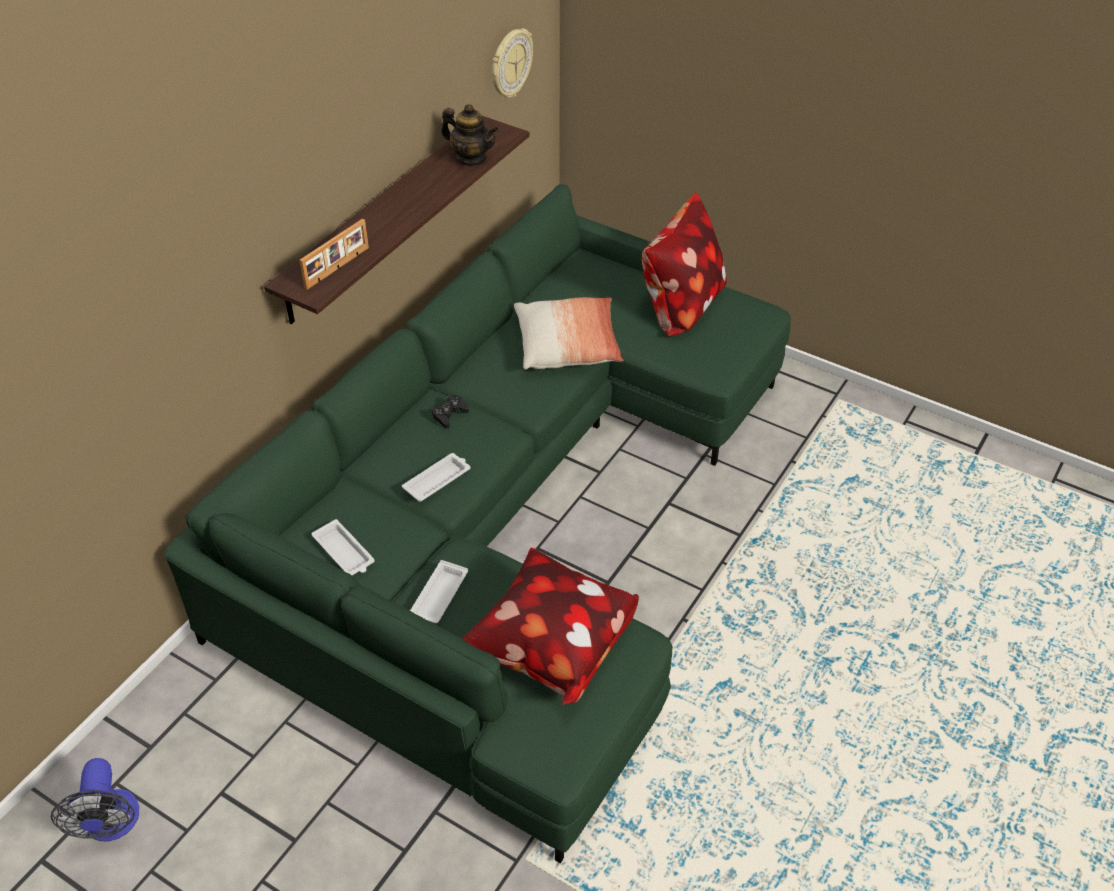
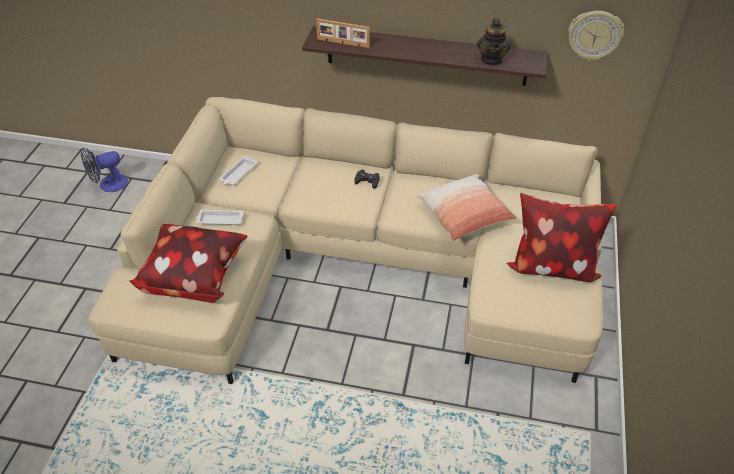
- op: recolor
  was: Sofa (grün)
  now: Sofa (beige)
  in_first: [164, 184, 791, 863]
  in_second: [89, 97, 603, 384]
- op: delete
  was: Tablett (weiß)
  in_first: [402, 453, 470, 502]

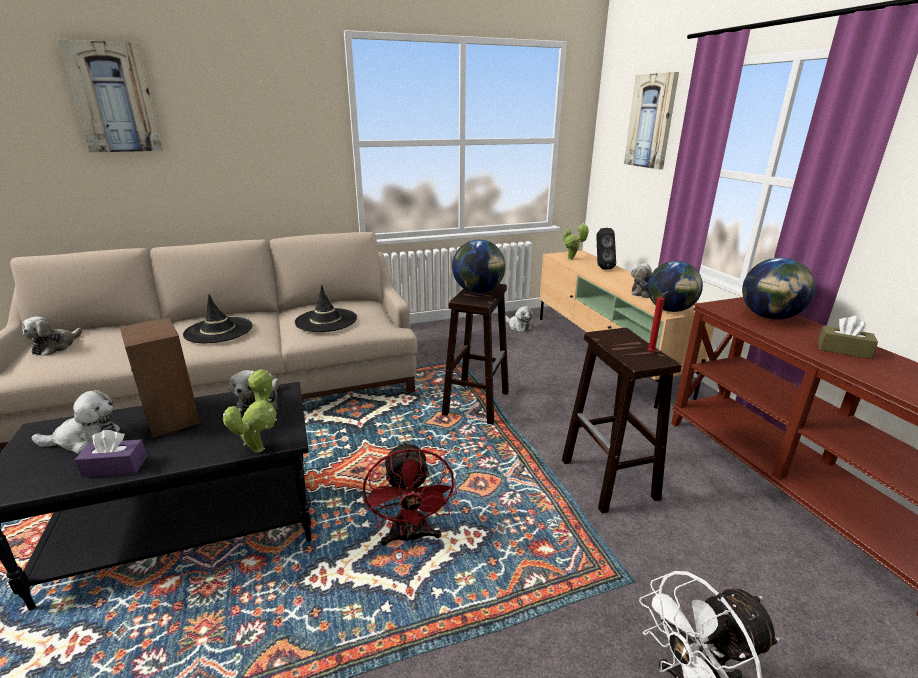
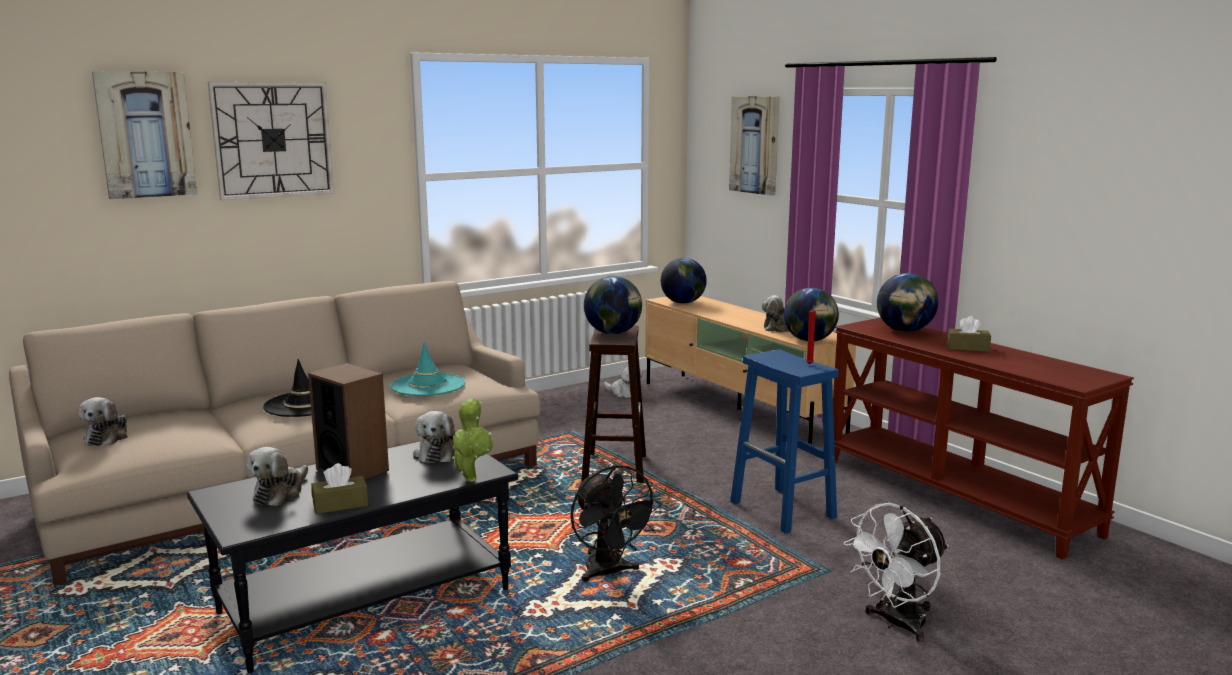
- op: replace
  was: Topfpflanze
  now: Globus
  in_first: [563, 223, 589, 260]
  in_second: [661, 258, 707, 304]
- op: delete
  was: Lautsprecher (schwarz)
  in_first: [596, 228, 616, 269]
- op: recolor
  was: Hut (schwarz)
  now: Hut (türkis)
  in_first: [295, 285, 357, 332]
  in_second: [391, 342, 465, 396]
- op: recolor
  was: Hocker (braun)
  now: Hocker (blau)
  in_first: [562, 328, 681, 513]
  in_second: [730, 350, 839, 534]
- op: rotate
  was: Plüschtier
  in_first: [31, 390, 120, 454]
  in_second: [247, 447, 308, 506]
  clockwise: 135
- op: recolor
  was: Taschentuchbox (lila)
  now: Taschentuchbox (braun)
  in_first: [75, 430, 147, 477]
  in_second: [311, 463, 368, 514]
- op: recolor
  was: Ventilator (rot)
  now: Ventilator (schwarz)
  in_first: [363, 441, 457, 546]
  in_second: [571, 465, 661, 582]
- op: insert
  now: Wanduhr
  in_second: [208, 82, 334, 200]

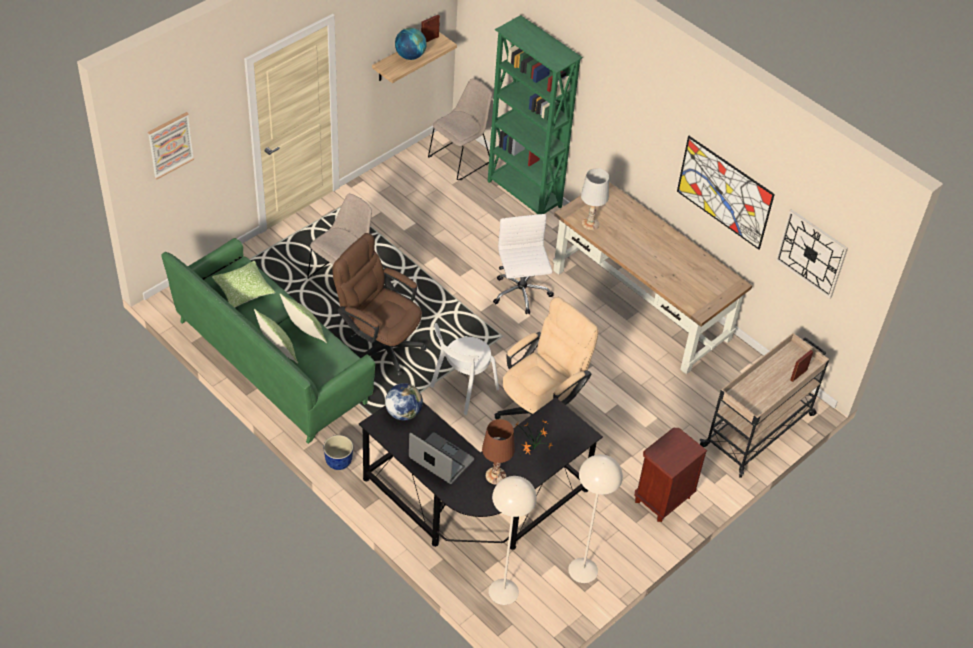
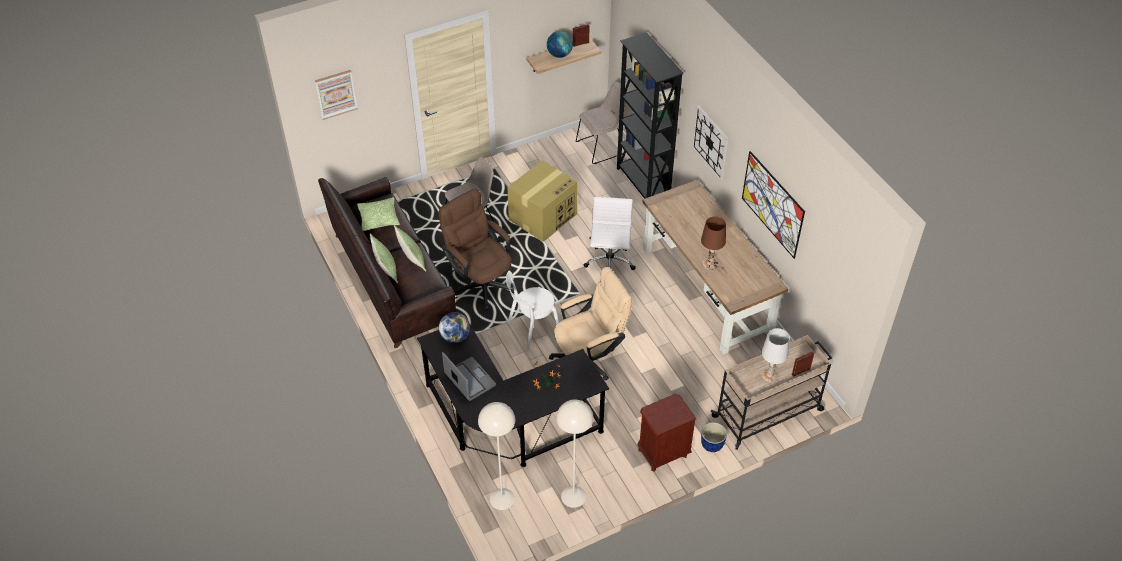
- op: recolor
  was: Bücherregal (grün)
  now: Bücherregal (schwarz)
  in_first: [488, 15, 583, 214]
  in_second: [617, 32, 684, 199]
- op: move
  was: Tischlampe (weiß)
  in_first: [581, 168, 609, 230]
  in_second: [761, 328, 790, 382]
- op: move
  was: Wanduhr
  in_first: [775, 209, 848, 299]
  in_second: [692, 105, 729, 181]
- op: recolor
  was: Sofa (grün)
  now: Sofa (braun)
  in_first: [161, 238, 375, 444]
  in_second: [318, 177, 456, 348]
- op: move
  was: Tischlampe (braun)
  in_first: [482, 419, 515, 485]
  in_second: [701, 217, 726, 270]
- op: move
  was: Pflanzkübel
  in_first: [323, 435, 353, 470]
  in_second: [701, 422, 727, 452]
- op: insert
  now: Karton
  in_second: [507, 160, 578, 242]

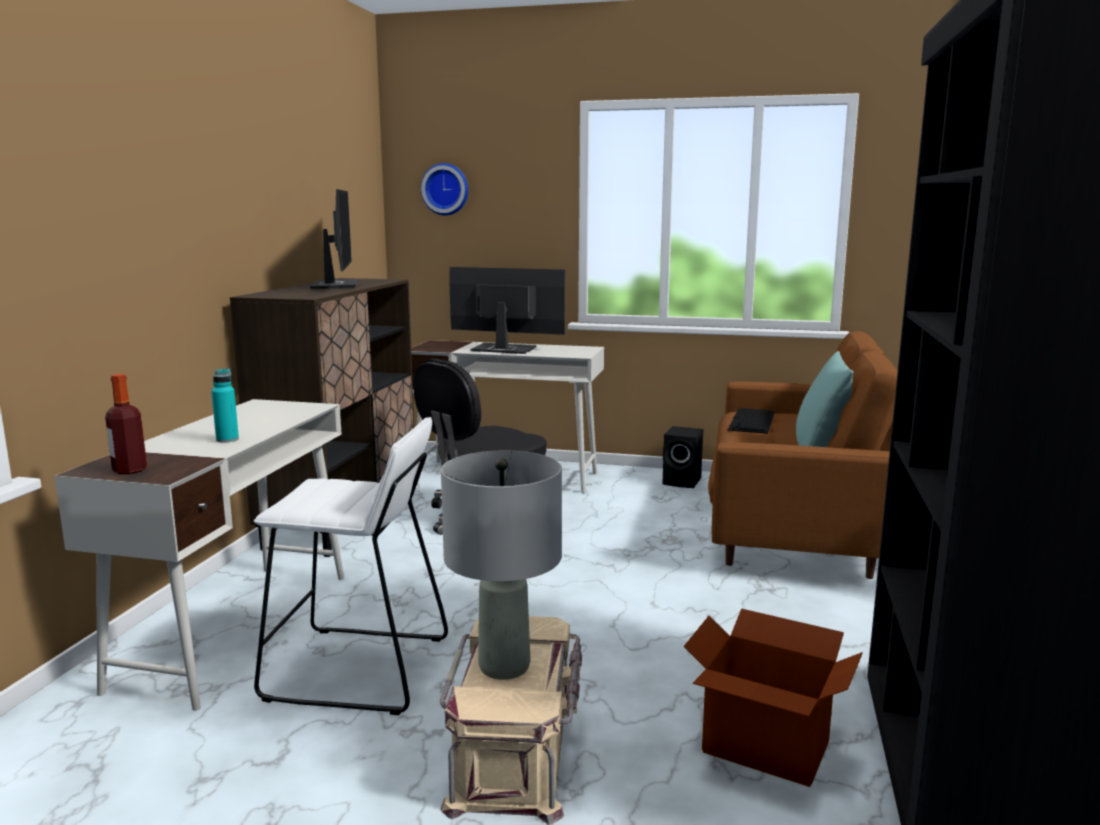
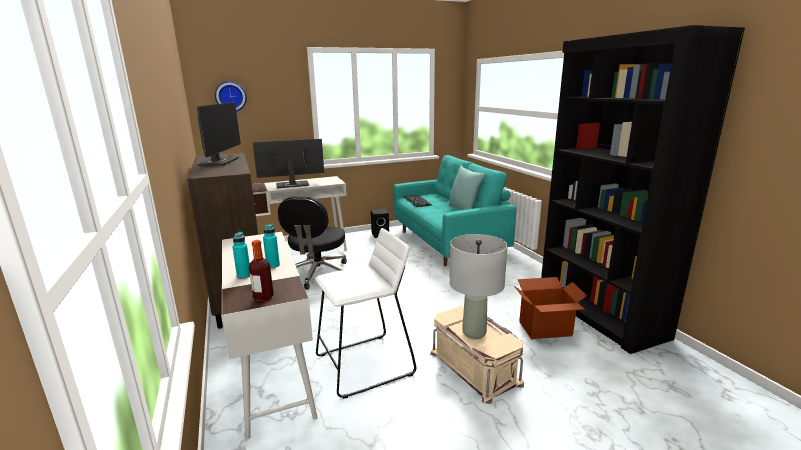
- op: rotate
  was: Monitor
  in_first: [310, 189, 359, 289]
  in_second: [197, 102, 241, 166]
  clockwise: 45
- op: recolor
  was: Sofa (braun)
  now: Sofa (türkis)
  in_first: [708, 331, 898, 579]
  in_second: [394, 155, 517, 266]
- op: insert
  now: Flasche (türkis)
  in_second: [232, 232, 250, 279]

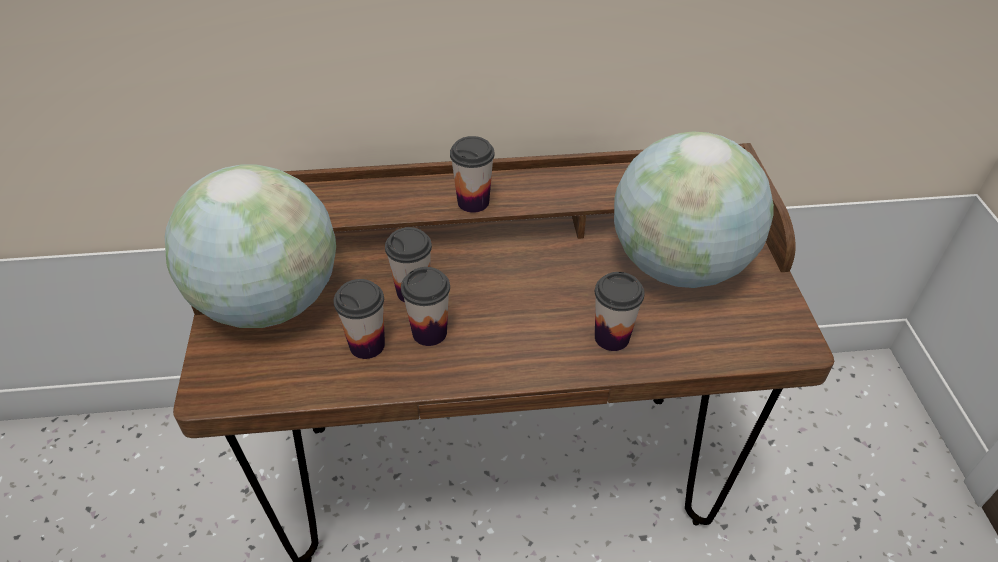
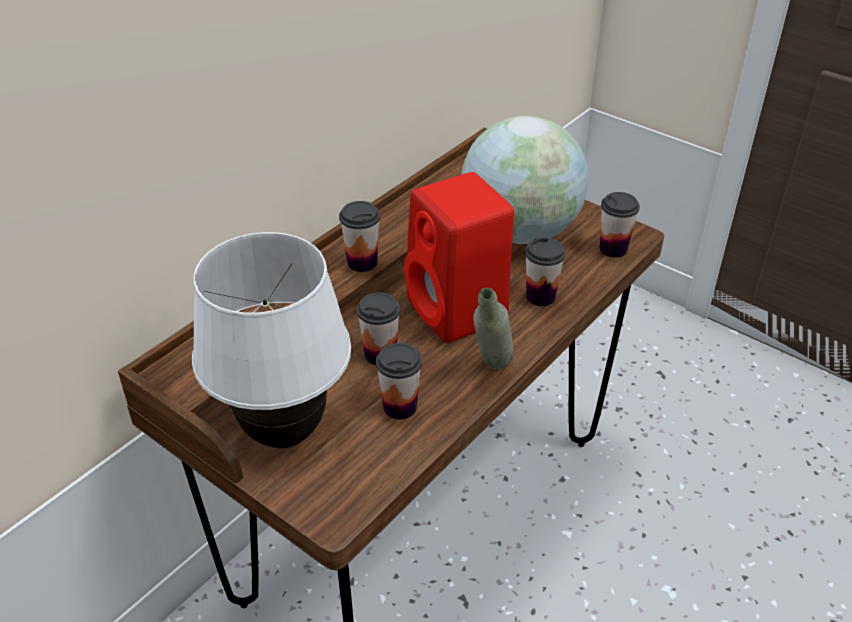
- op: replace
  was: Globus
  now: Tischlampe (weiß)
  in_first: [165, 165, 336, 328]
  in_second: [192, 232, 351, 448]
- op: move
  was: Tasse
  in_first: [401, 267, 450, 346]
  in_second: [599, 192, 640, 258]
- op: insert
  now: Lautsprecher (rot)
  in_second: [404, 172, 514, 343]
- op: insert
  now: Flasche (grau)
  in_second: [473, 288, 513, 369]

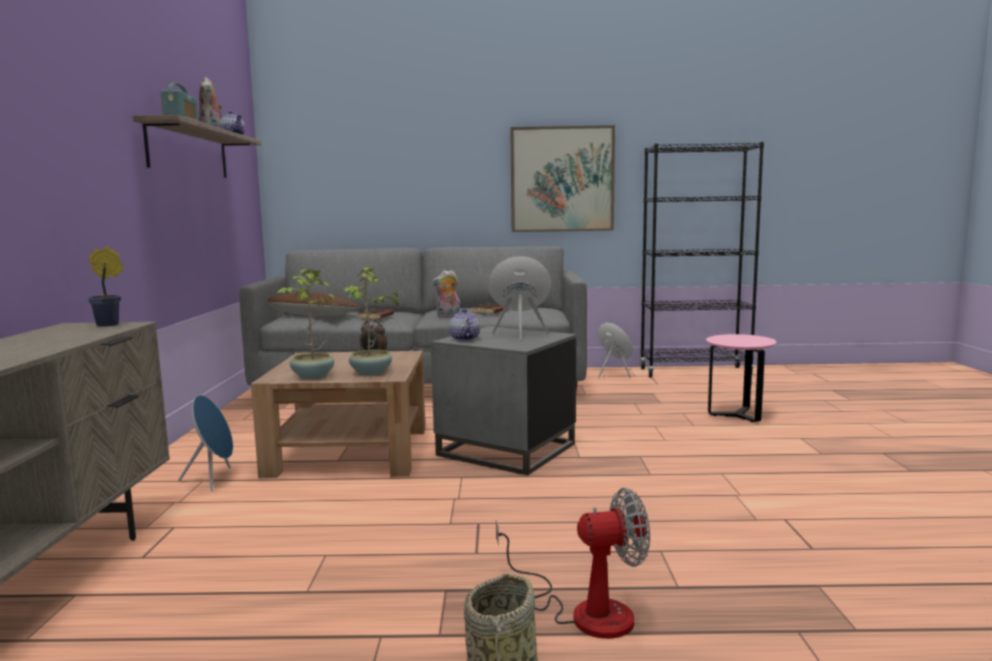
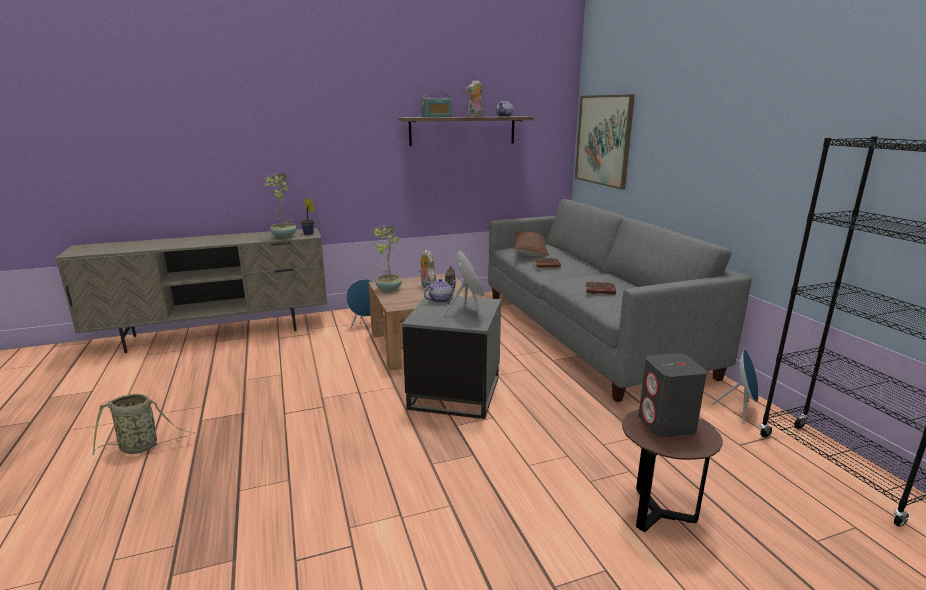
- op: move
  was: Bild
  in_first: [510, 125, 615, 232]
  in_second: [575, 94, 635, 190]
- op: move
  was: Topfpflanze
  in_first: [343, 268, 399, 375]
  in_second: [264, 173, 297, 238]
- op: move
  was: Plüschtier
  in_first: [432, 270, 460, 317]
  in_second: [419, 249, 437, 290]
- op: recolor
  was: Beistelltisch (rosa)
  now: Beistelltisch (braun)
  in_first: [706, 334, 777, 422]
  in_second: [622, 409, 723, 532]
- op: delete
  was: Ventilator
  in_first: [496, 488, 650, 639]
- op: insert
  now: Lautsprecher (grau)
  in_second: [638, 353, 707, 438]

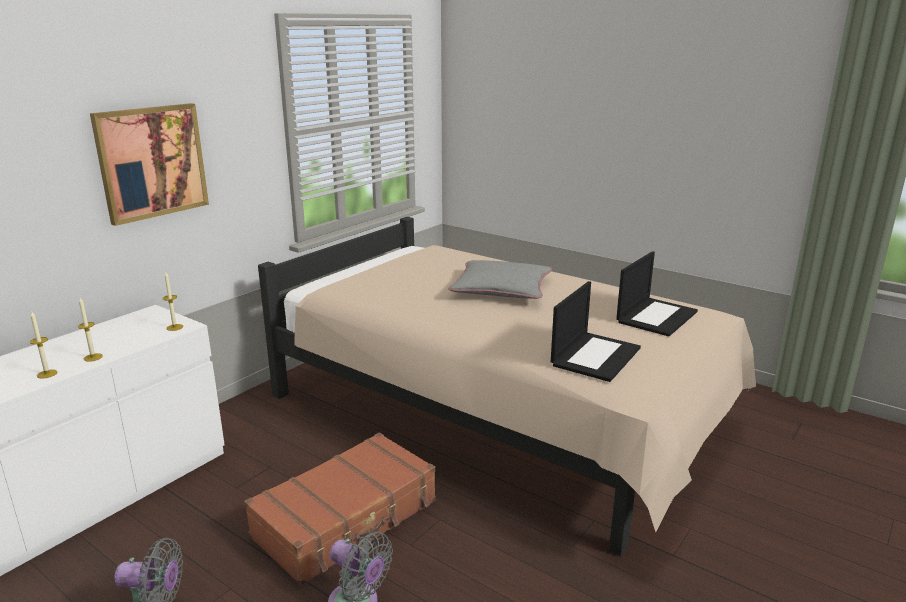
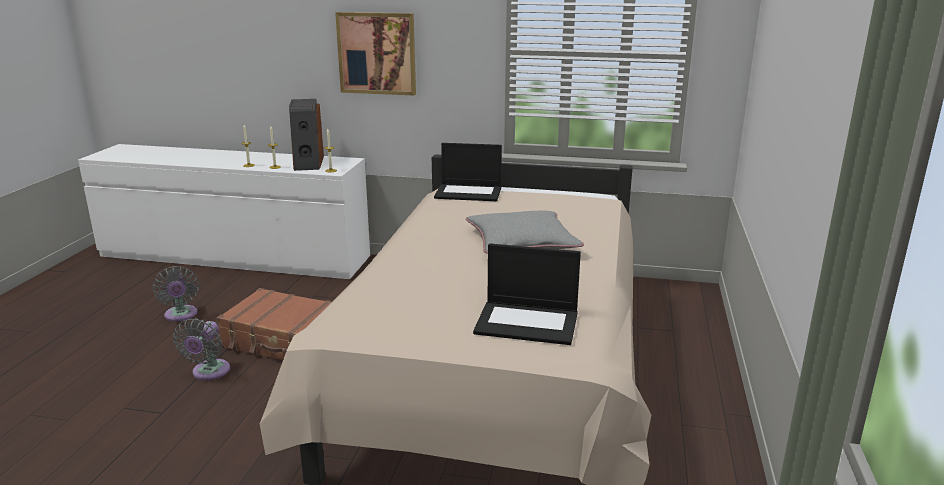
- op: move
  was: Laptop
  in_first: [551, 281, 641, 382]
  in_second: [434, 143, 502, 201]
- op: insert
  now: Lautsprecher
  in_second: [289, 99, 324, 171]

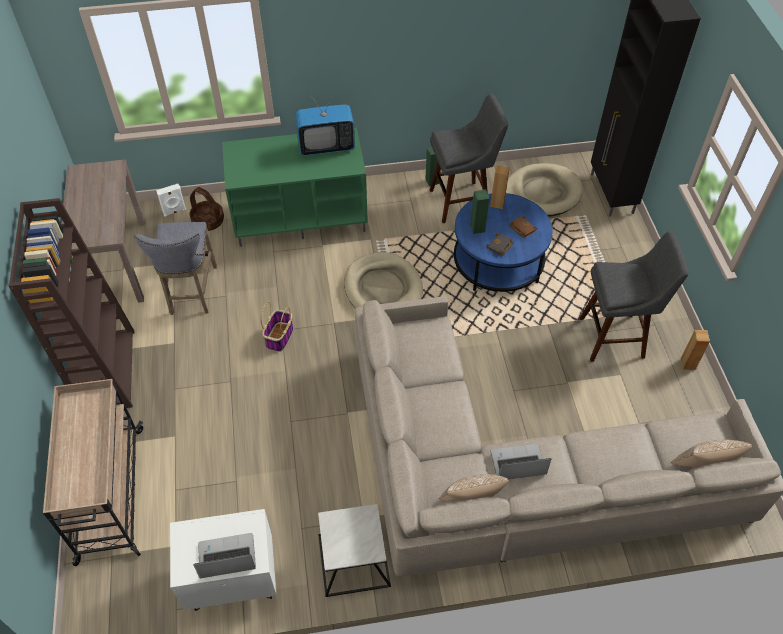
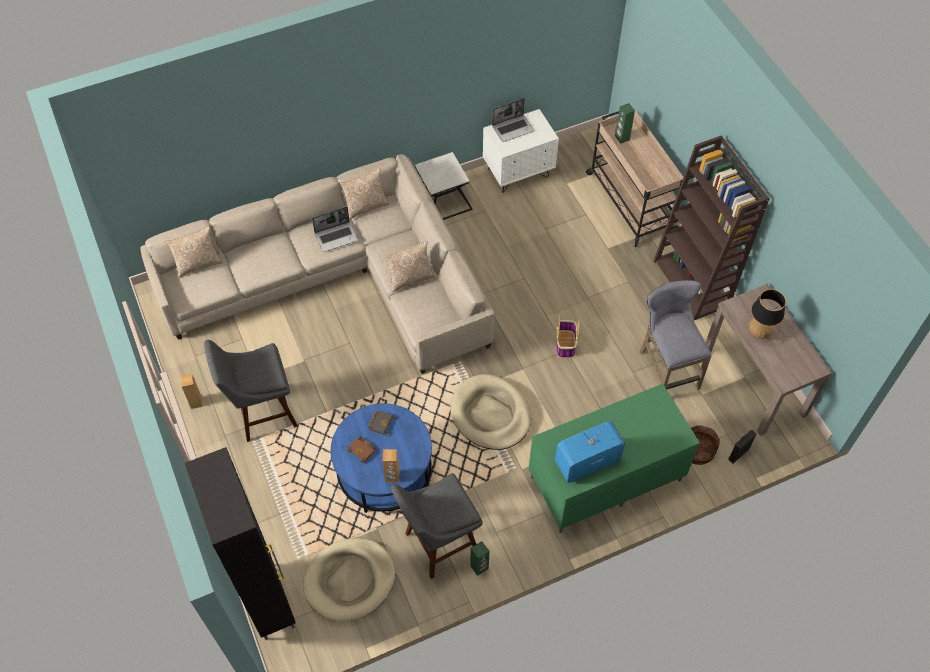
- op: recolor
  was: Lautsprecher (weiß)
  now: Lautsprecher (schwarz)
  in_first: [156, 184, 186, 217]
  in_second: [728, 430, 757, 464]
- op: move
  was: Lautsprecher (grün)
  in_first: [470, 189, 489, 234]
  in_second: [615, 103, 635, 143]
- op: insert
  now: Kissen
  in_second: [385, 241, 435, 292]
- op: insert
  now: Tischlampe
  in_second: [749, 289, 791, 344]

